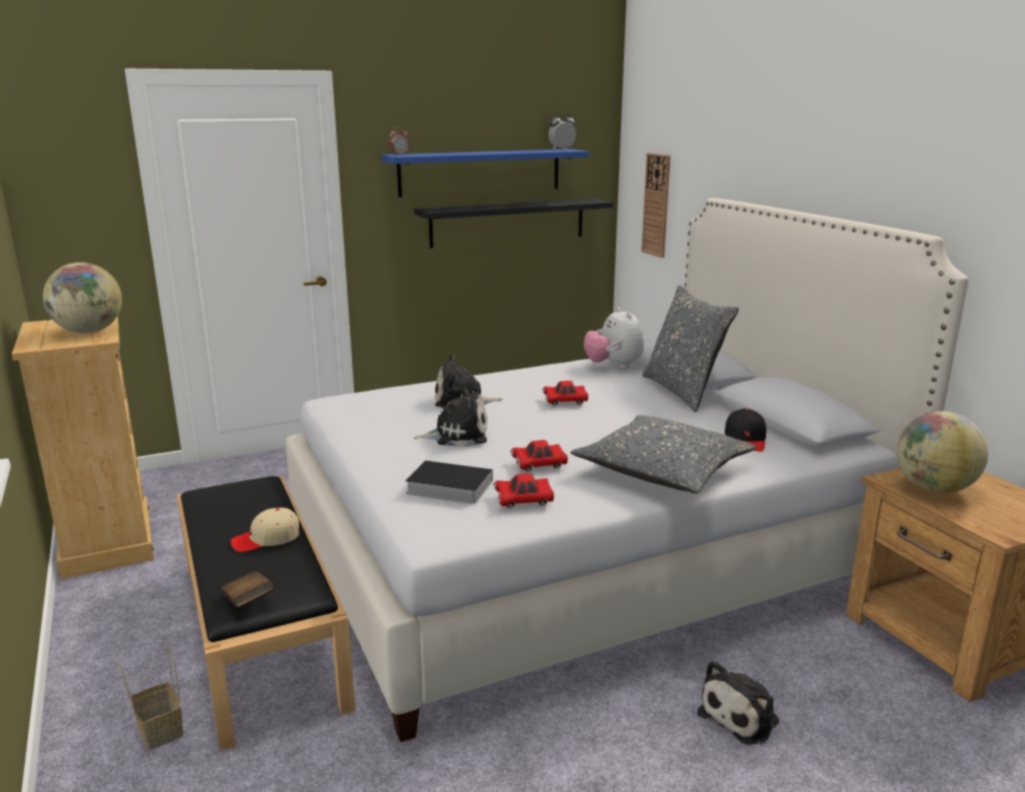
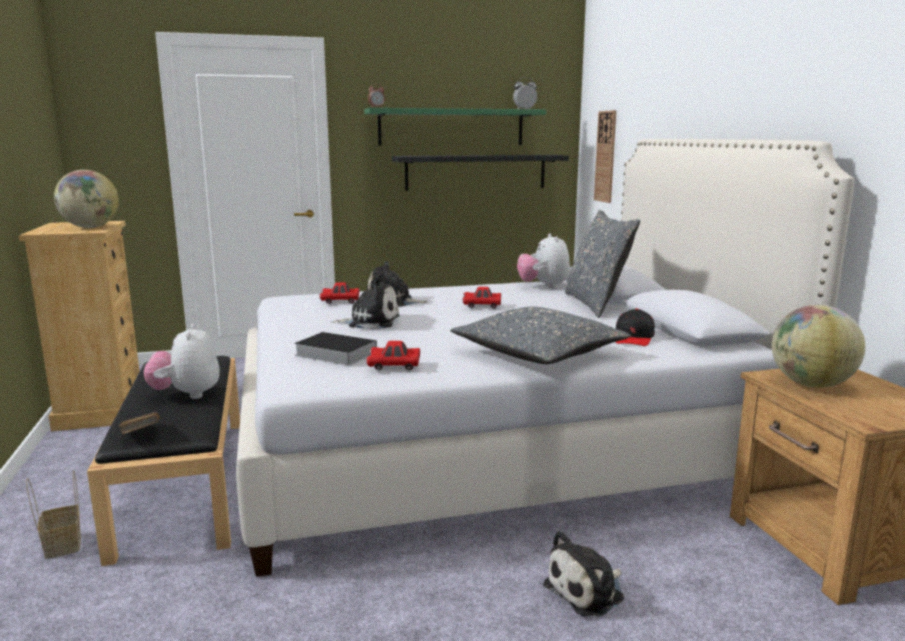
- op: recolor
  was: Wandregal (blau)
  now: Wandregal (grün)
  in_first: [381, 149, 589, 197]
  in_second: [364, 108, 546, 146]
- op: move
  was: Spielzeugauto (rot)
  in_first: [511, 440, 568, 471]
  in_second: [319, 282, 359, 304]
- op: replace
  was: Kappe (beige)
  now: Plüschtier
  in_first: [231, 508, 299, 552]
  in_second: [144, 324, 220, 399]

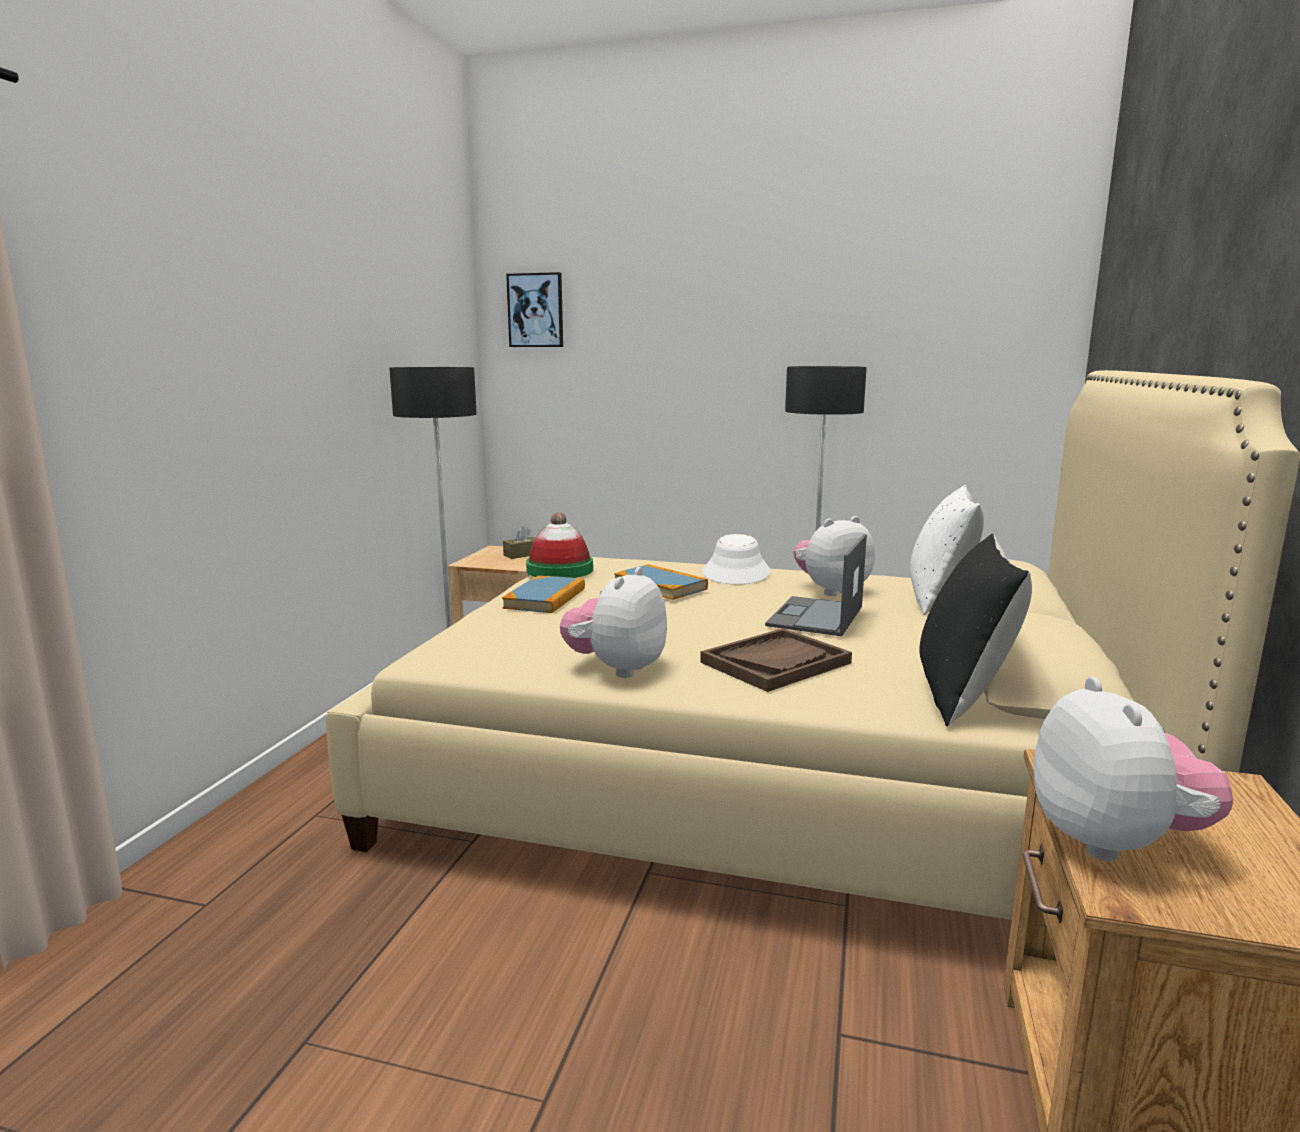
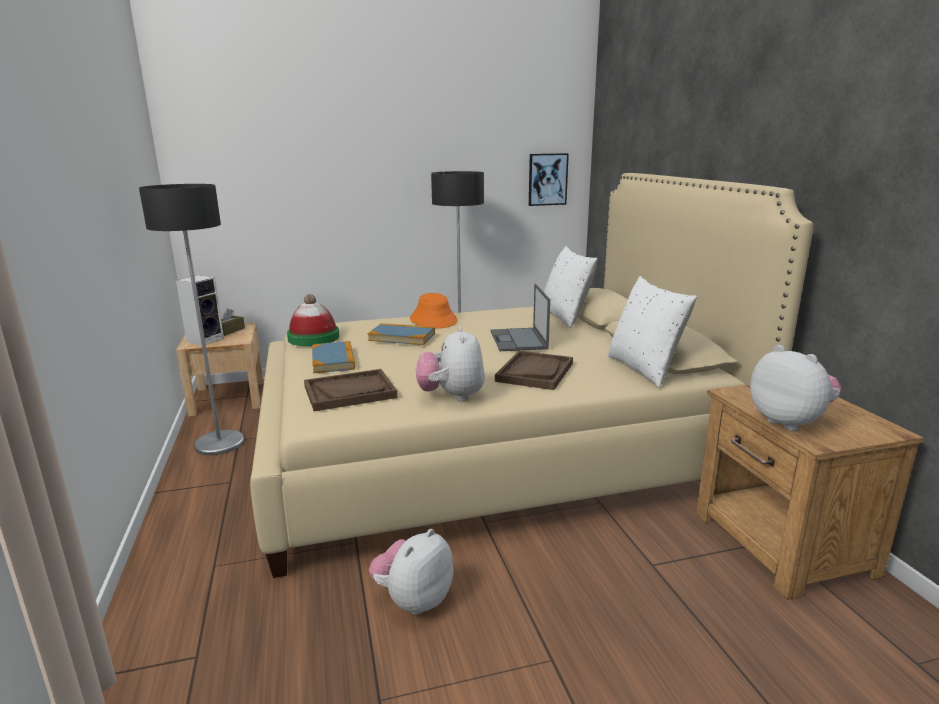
- op: move
  was: Bild
  in_first: [506, 272, 563, 347]
  in_second: [529, 153, 569, 206]
- op: move
  was: Plüschtier
  in_first: [793, 516, 875, 596]
  in_second: [369, 529, 454, 615]
- op: recolor
  was: Hut (weiß)
  now: Hut (orange)
  in_first: [702, 534, 771, 585]
  in_second: [410, 293, 458, 328]
- op: recolor
  was: Kissen (schwarz)
  now: Kissen (weiß)
  in_first: [919, 534, 1032, 727]
  in_second: [608, 276, 697, 387]
- op: insert
  now: Lautsprecher
  in_second: [176, 275, 224, 345]
- op: insert
  now: Tablett (braun)
  in_second: [304, 369, 398, 411]

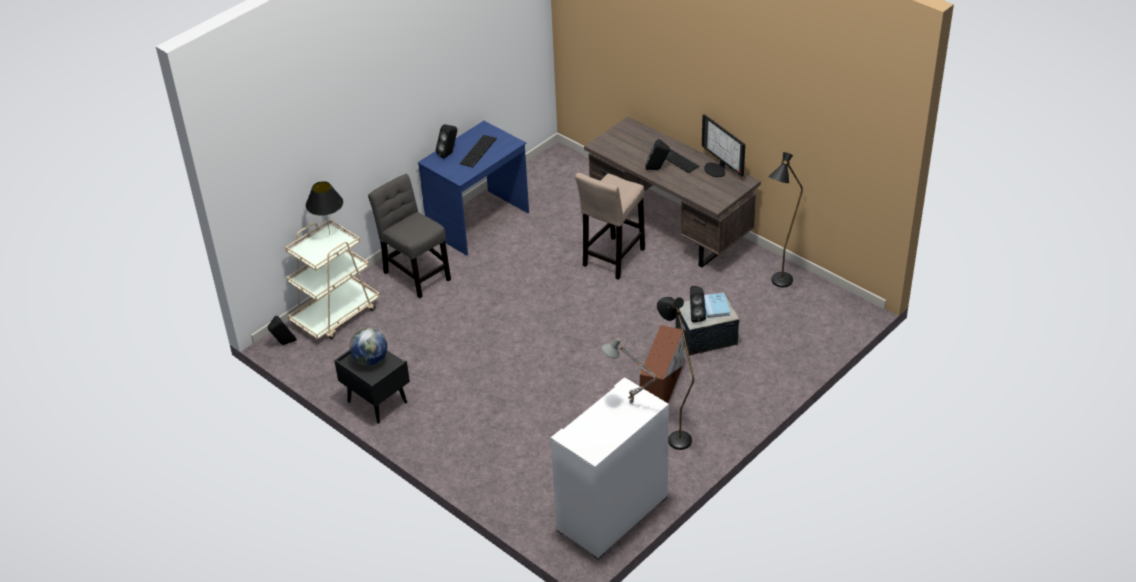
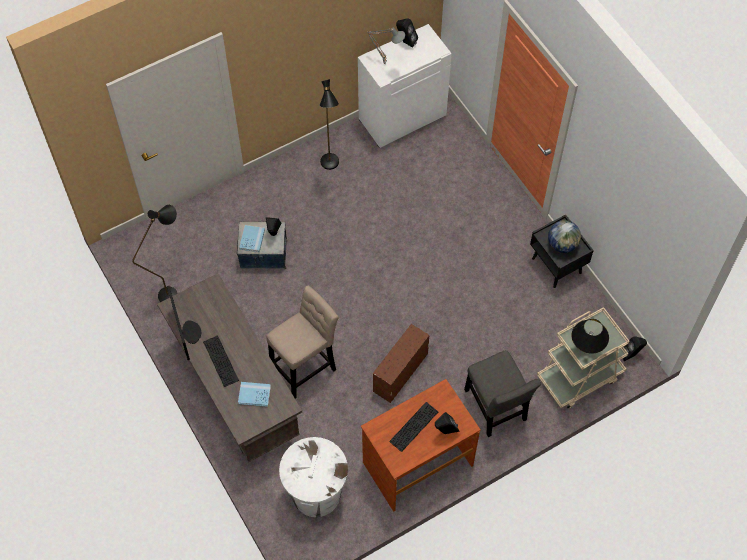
- op: recolor
  was: Schreibtisch (blau)
  now: Schreibtisch (braun)
  in_first: [418, 121, 529, 256]
  in_second: [361, 379, 481, 512]
- op: move
  was: Lautsprecher (schwarz)
  in_first: [645, 139, 669, 170]
  in_second: [396, 18, 418, 48]
- op: move
  was: Aufbewahrungsbox (braun)
  in_first: [640, 325, 684, 403]
  in_second: [373, 324, 429, 403]
- op: insert
  now: Buch (blau)
  in_second: [238, 382, 271, 407]
- op: insert
  now: Mülleimer (weiß)
  in_second: [279, 437, 348, 517]

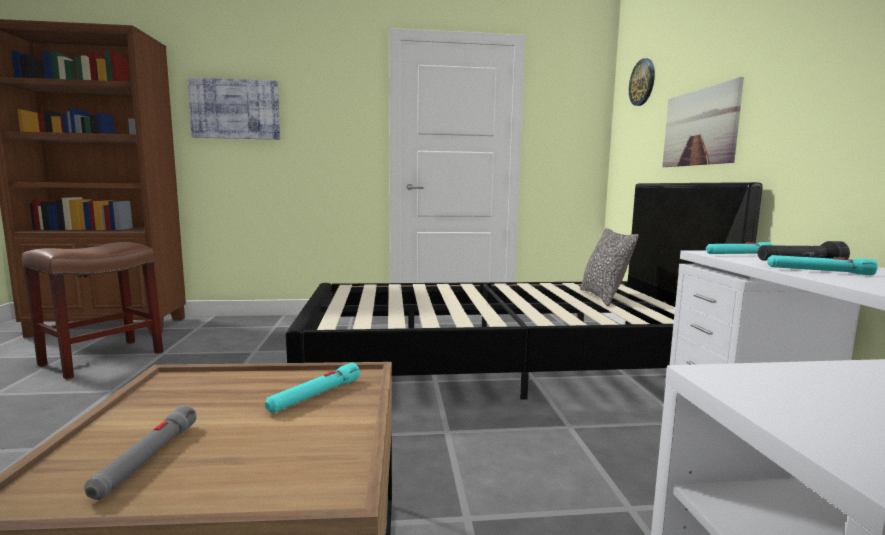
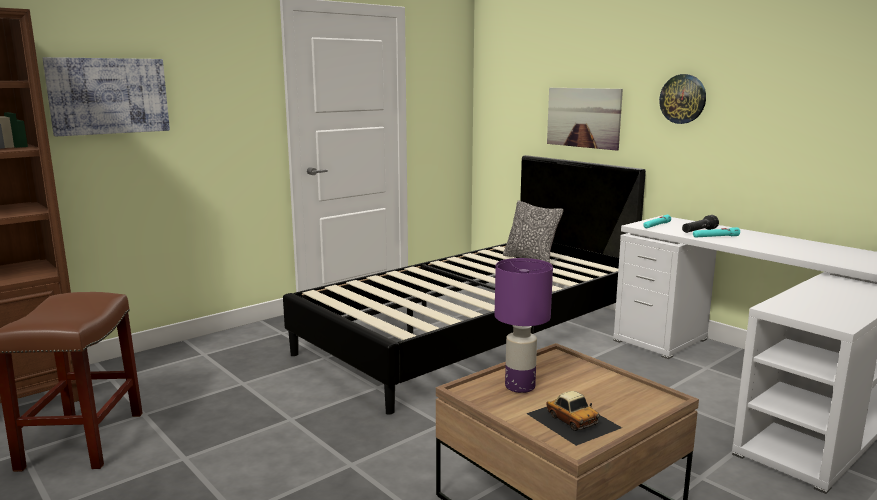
- op: move
  was: Wanduhr
  in_first: [629, 58, 655, 106]
  in_second: [659, 74, 706, 124]
- op: delete
  was: Taschenlampe (türkis)
  in_first: [265, 363, 360, 413]
- op: replace
  was: Taschenlampe (grau)
  now: Spielzeugauto
  in_first: [84, 405, 197, 500]
  in_second: [526, 391, 622, 446]
- op: insert
  now: Tischlampe (lila)
  in_second: [495, 258, 553, 393]

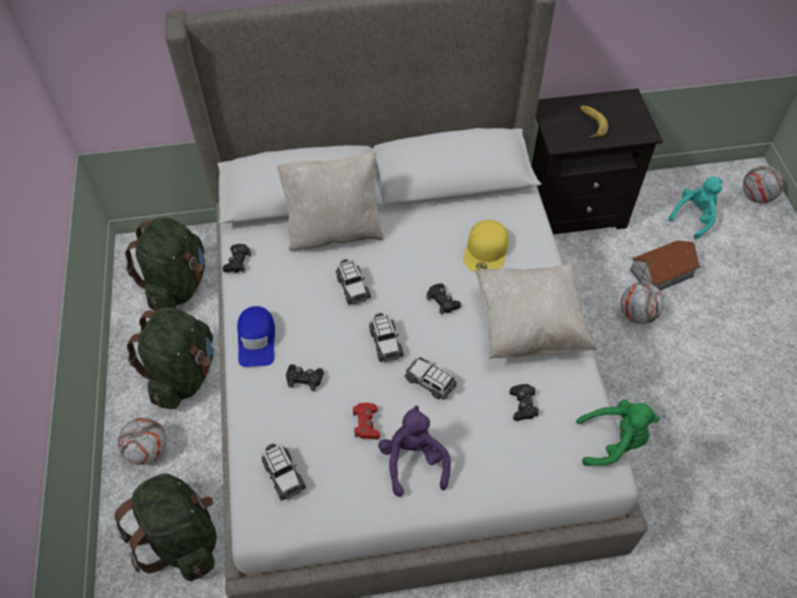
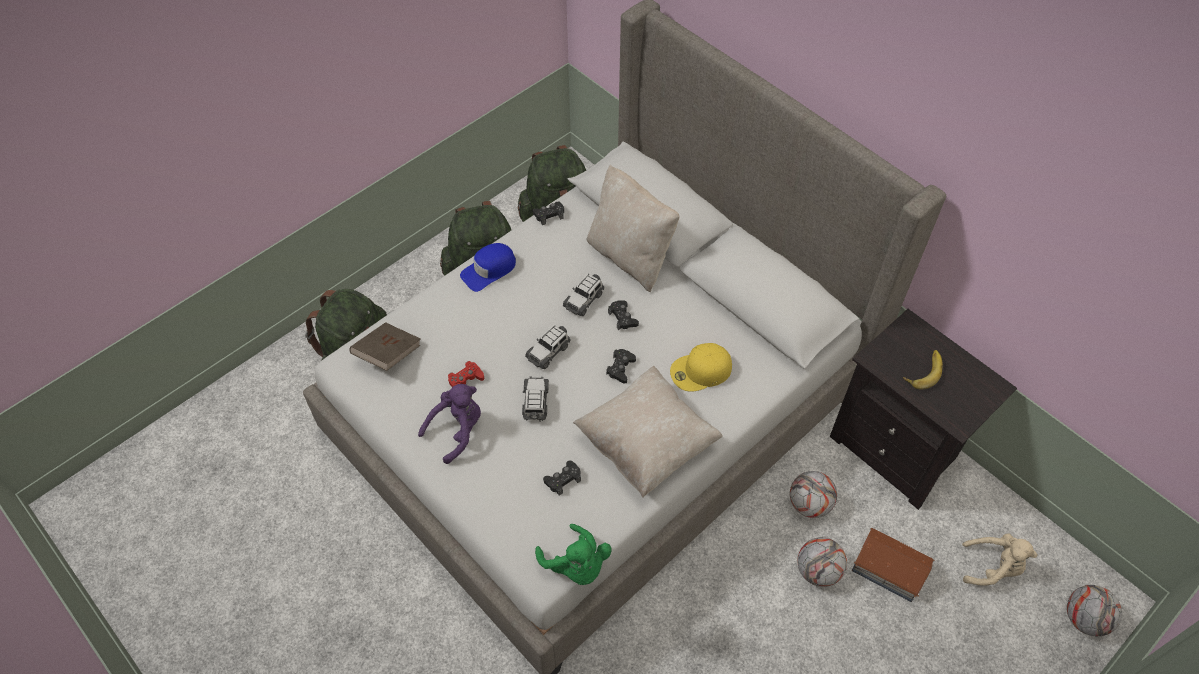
- op: recolor
  was: Plüschtier (türkis)
  now: Plüschtier (beige)
  in_first: [668, 176, 723, 239]
  in_second: [962, 533, 1037, 586]
- op: move
  was: Gamepad (schwarz)
  in_first: [286, 364, 324, 391]
  in_second: [608, 300, 639, 331]
- op: move
  was: Fußball
  in_first: [118, 418, 166, 465]
  in_second: [790, 471, 837, 518]
- op: replace
  was: Spielzeugauto
  now: Buch (braun)
  in_first: [262, 444, 306, 501]
  in_second: [349, 322, 421, 371]

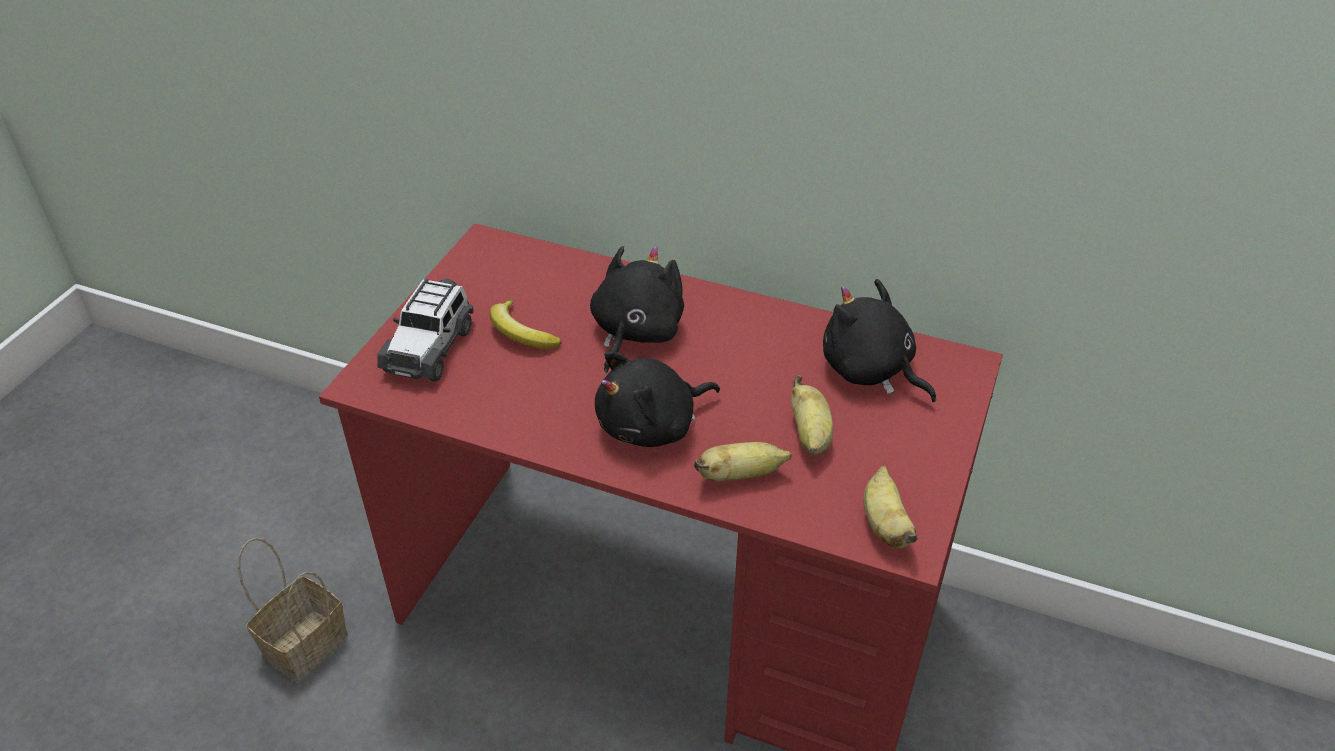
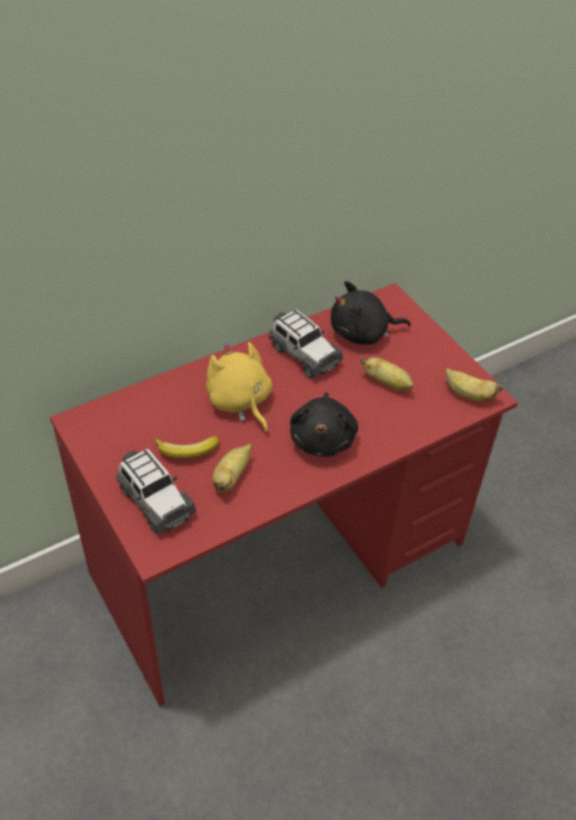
- op: recolor
  was: Plüschtier (schwarz)
  now: Plüschtier (gelb)
  in_first: [590, 246, 684, 373]
  in_second: [206, 342, 272, 433]
- op: move
  was: Banane
  in_first: [694, 442, 792, 482]
  in_second: [212, 444, 252, 493]
- op: delete
  was: Korb
  in_first: [238, 538, 348, 682]
- op: insert
  now: Spielzeugauto
  in_second: [269, 309, 343, 378]

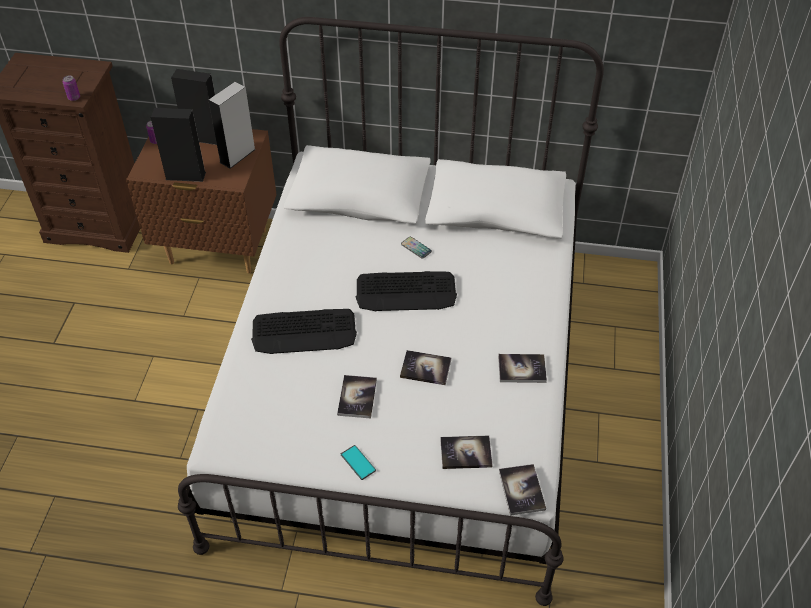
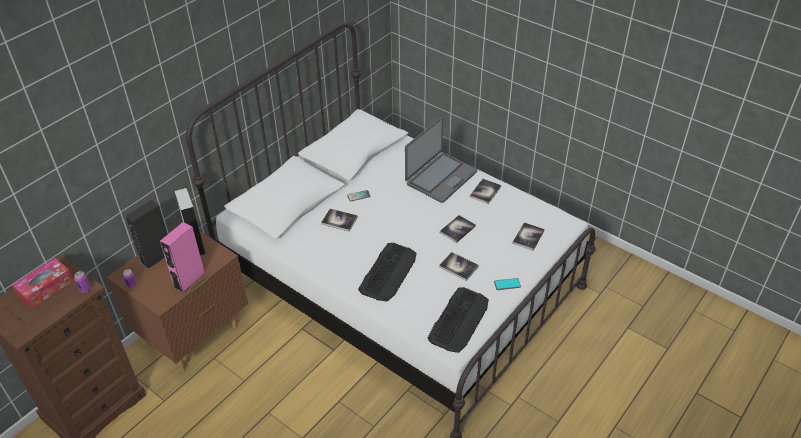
- op: recolor
  was: Lautsprecher (schwarz)
  now: Lautsprecher (rosa)
  in_first: [151, 108, 206, 182]
  in_second: [160, 222, 205, 293]
- op: move
  was: Tastatur
  in_first: [356, 271, 457, 311]
  in_second: [428, 287, 489, 353]
- op: move
  was: Buch
  in_first: [499, 464, 546, 516]
  in_second: [321, 209, 358, 231]
- op: insert
  now: Laptop
  in_second: [405, 117, 477, 203]
- op: insert
  now: Taschentuchbox
  in_second: [12, 258, 74, 309]

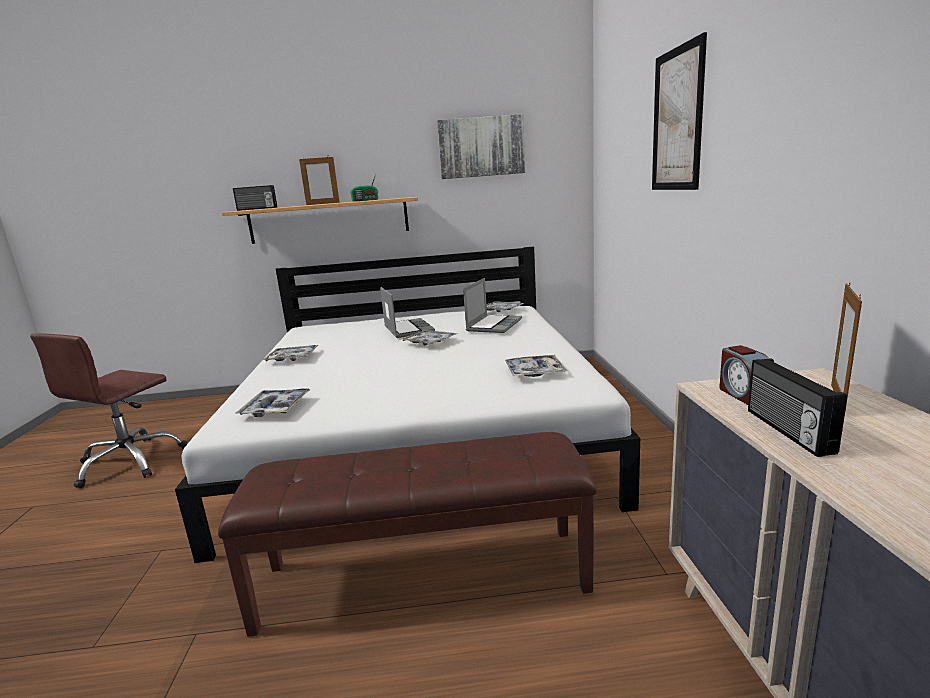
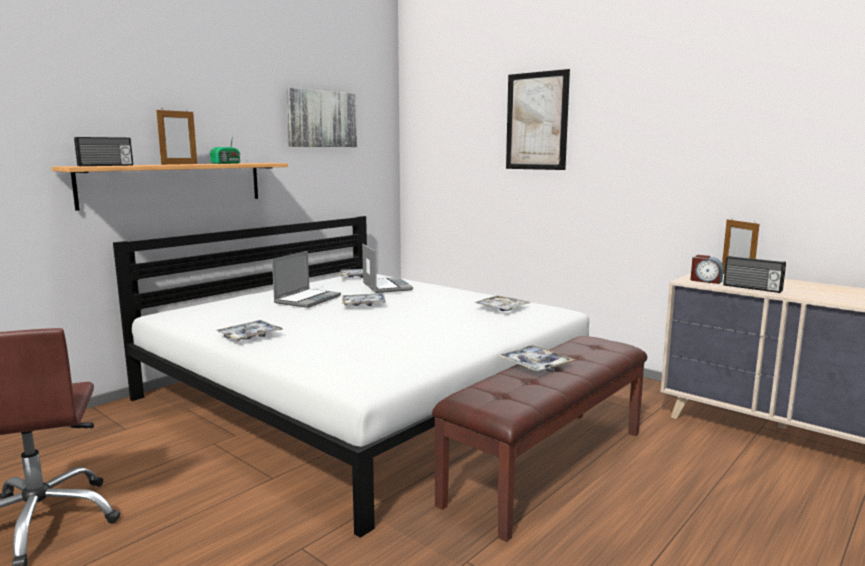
- op: rotate
  was: Laptop
  in_first: [380, 287, 435, 338]
  in_second: [272, 251, 341, 308]
  clockwise: 90
- op: move
  was: Tablett
  in_first: [236, 388, 311, 417]
  in_second: [497, 345, 575, 372]

